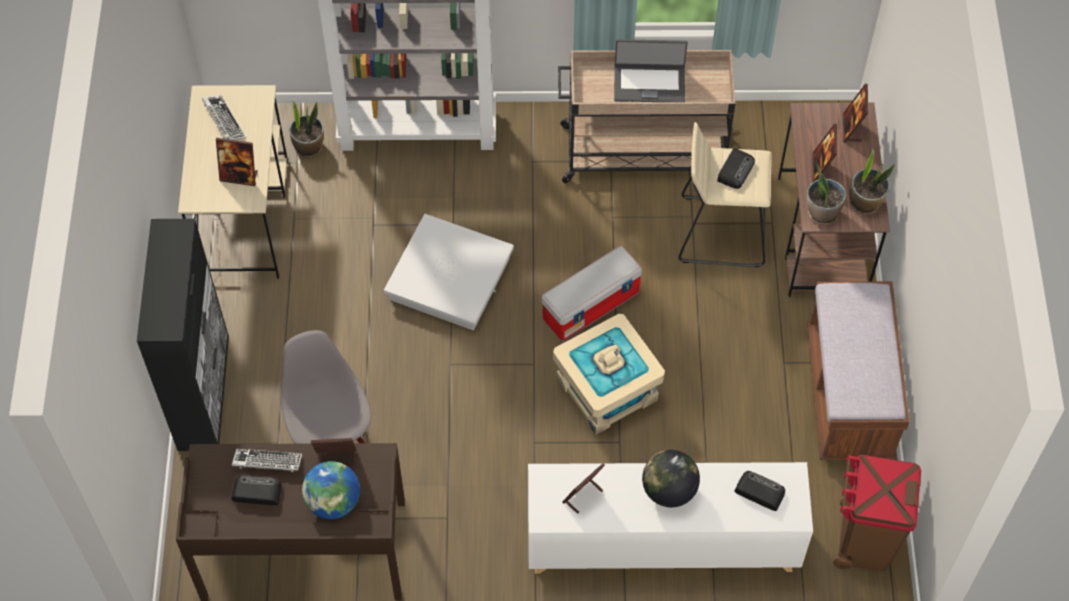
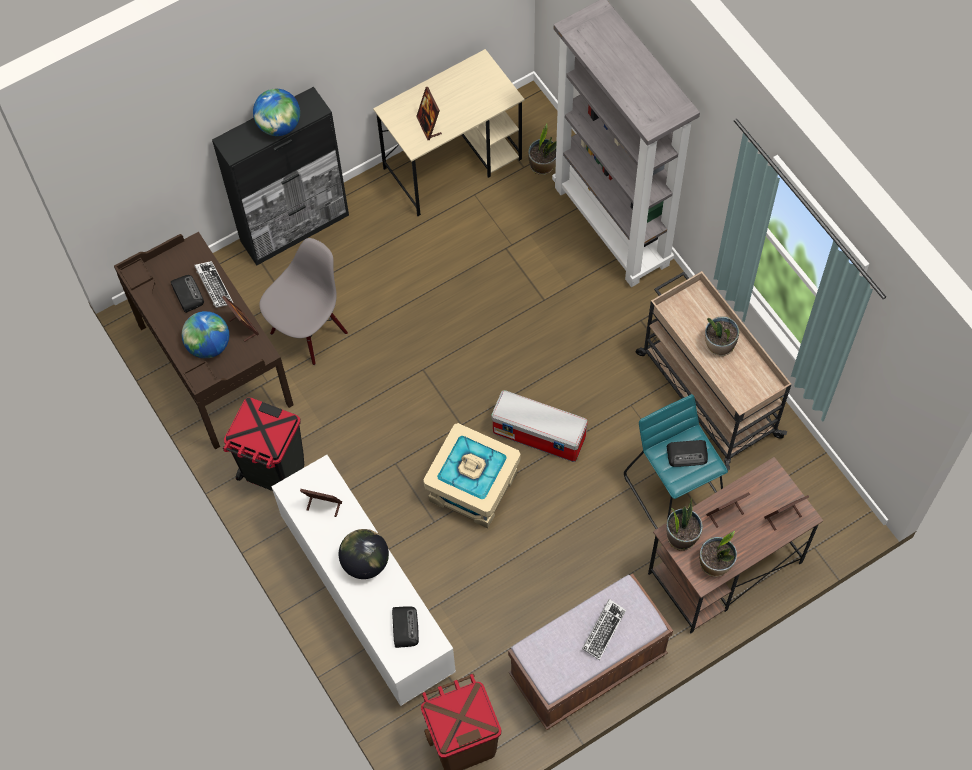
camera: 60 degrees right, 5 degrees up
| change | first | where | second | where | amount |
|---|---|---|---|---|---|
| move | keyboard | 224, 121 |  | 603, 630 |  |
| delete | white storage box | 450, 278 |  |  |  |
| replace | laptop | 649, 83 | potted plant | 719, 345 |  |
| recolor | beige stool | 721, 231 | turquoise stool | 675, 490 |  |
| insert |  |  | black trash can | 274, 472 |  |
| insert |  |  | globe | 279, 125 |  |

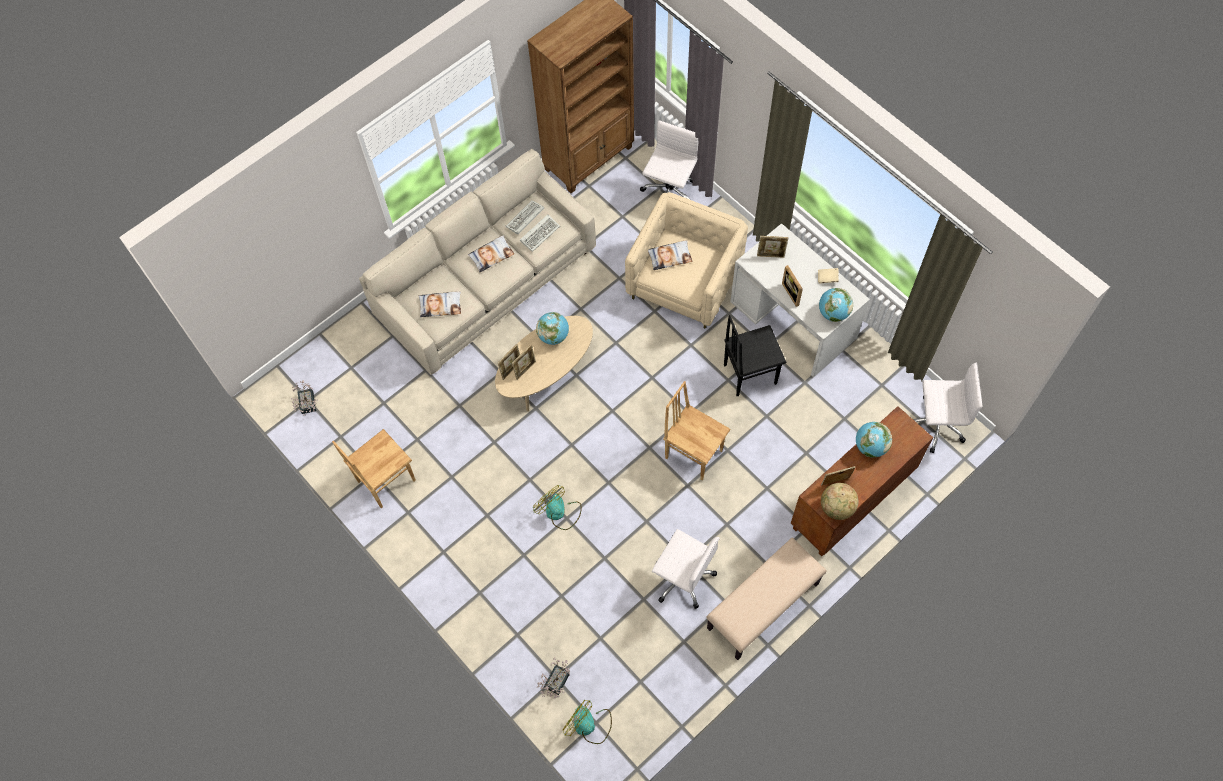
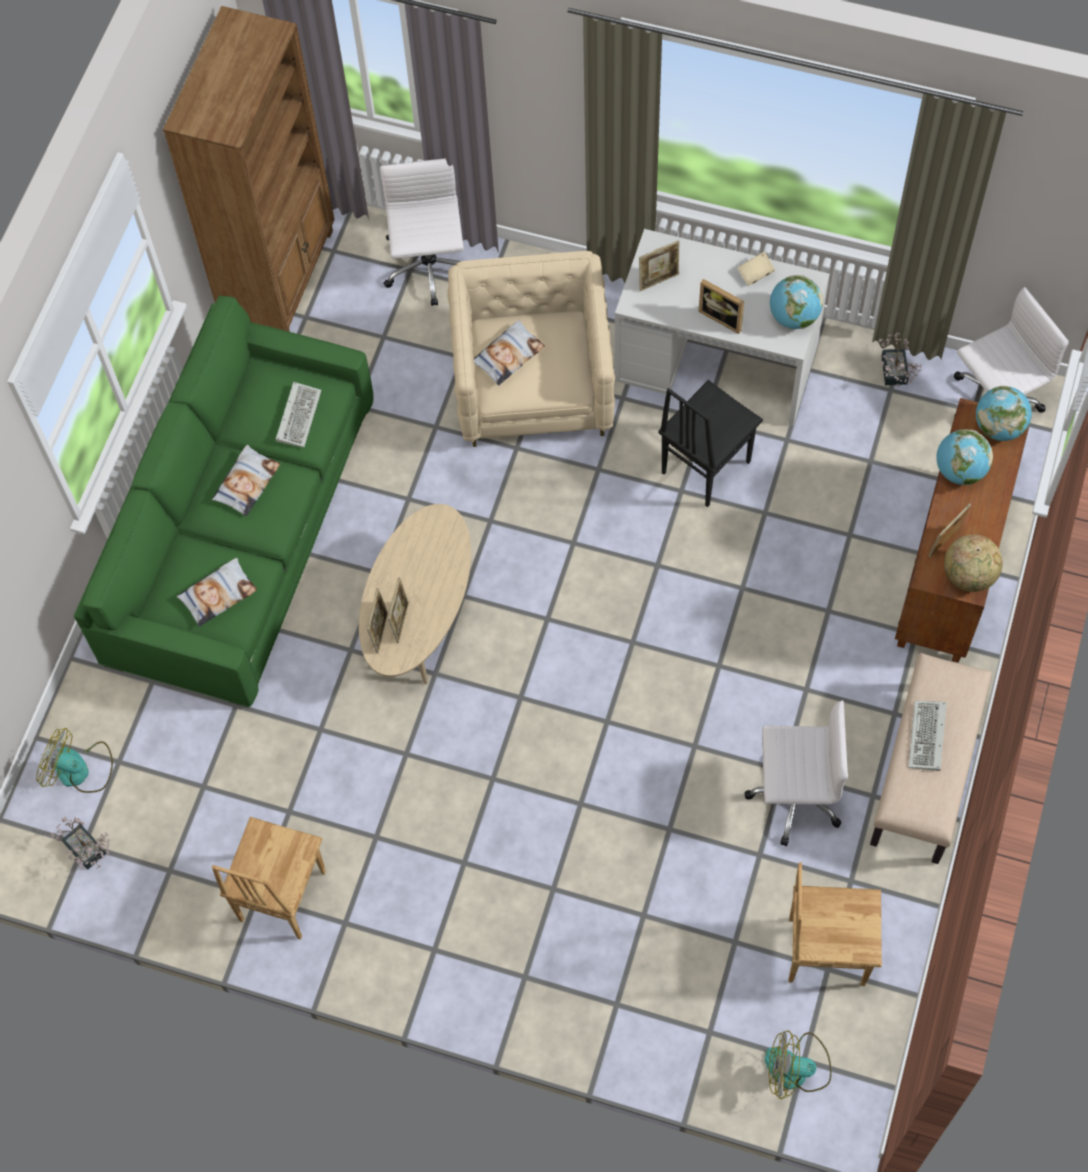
camera: 30 degrees left, 0 degrees up
| change | first | where | second | where | amount |
|---|---|---|---|---|---|
| recolor | beige sofa | 486, 280 | green sofa | 241, 529 |  |
| move | keyboard | 525, 219 |  | 928, 738 |  |
| move | fan | 559, 512 |  | 80, 770 |  |
| move | globe | 553, 336 |  | 999, 427 |  |
| move | potted plant | 555, 683 |  | 894, 374 |  |
| move | brown chair | 693, 453 |  | 825, 950 |  |

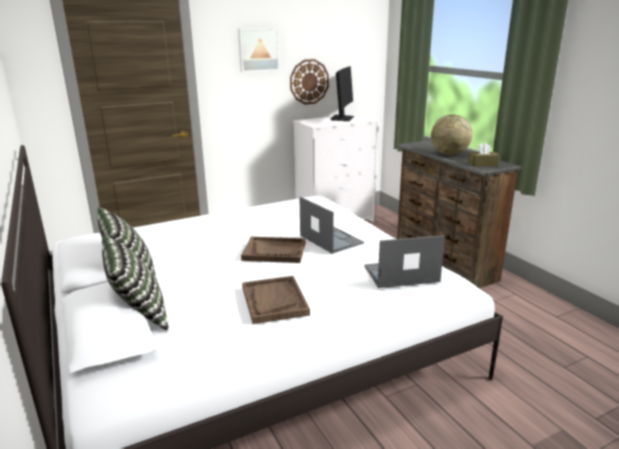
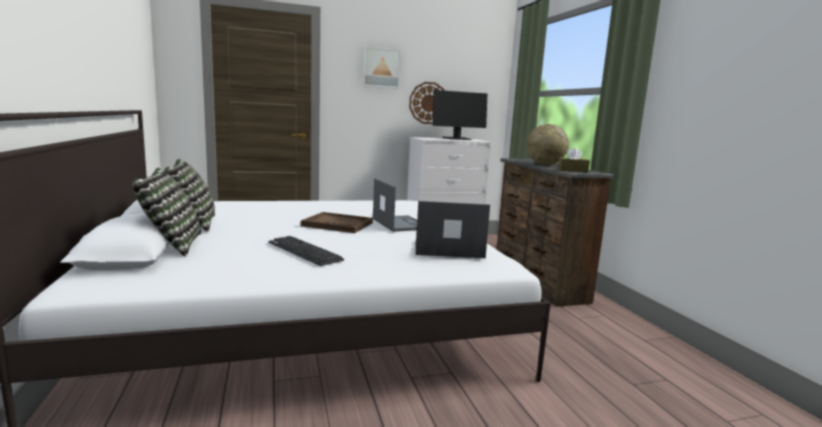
camera: 10 degrees right, 10 degrees down
| change | first | where | second | where | amount |
|---|---|---|---|---|---|
| replace | brown tray | 274, 301 | keyboard | 304, 251 |  |
| rotate | monitor | 342, 118 |  | 457, 139 | 45 degrees clockwise |

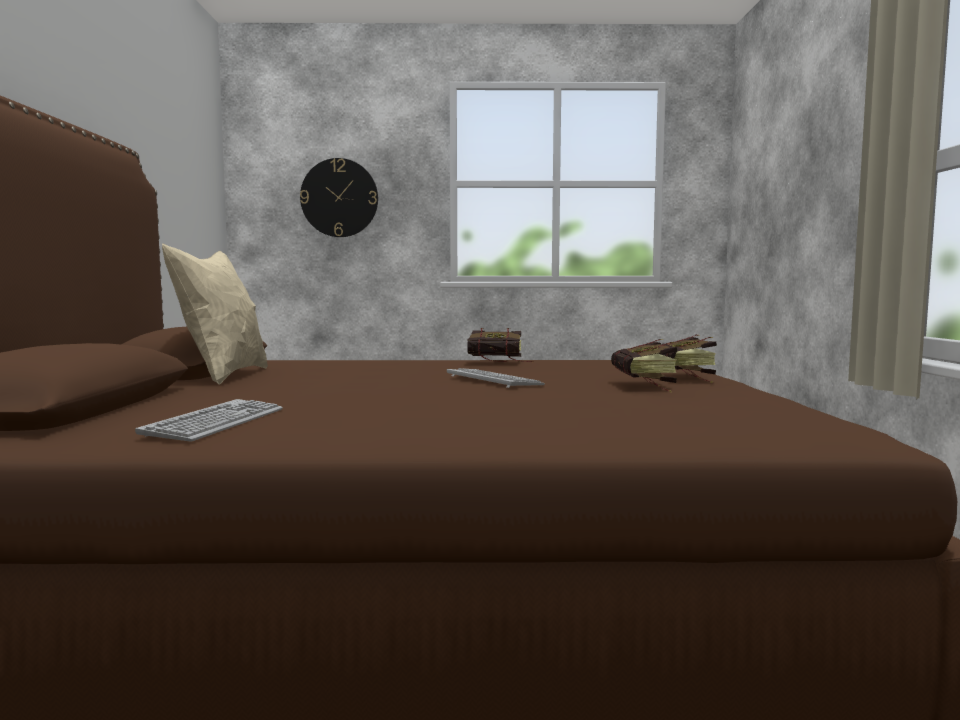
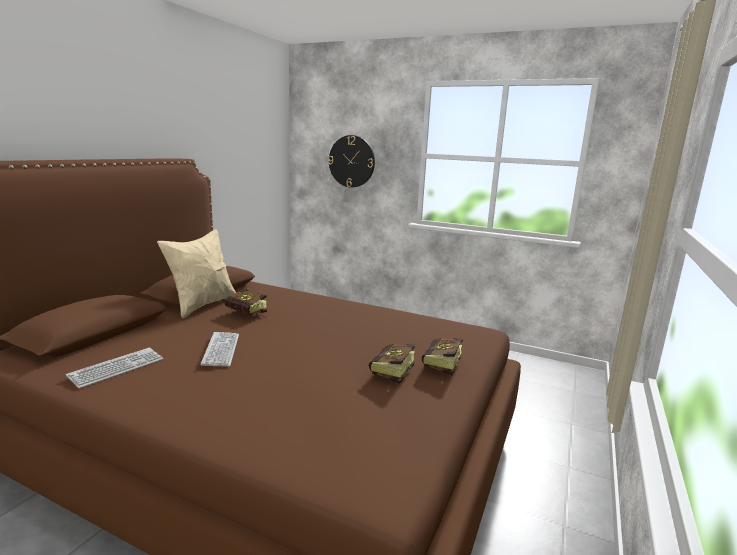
camera: 25 degrees right, 10 degrees up
| change | first | where | second | where | amount |
|---|---|---|---|---|---|
| move | keyboard | 493, 380 |  | 221, 350 |  |
| move | book | 501, 363 |  | 249, 315 |  |

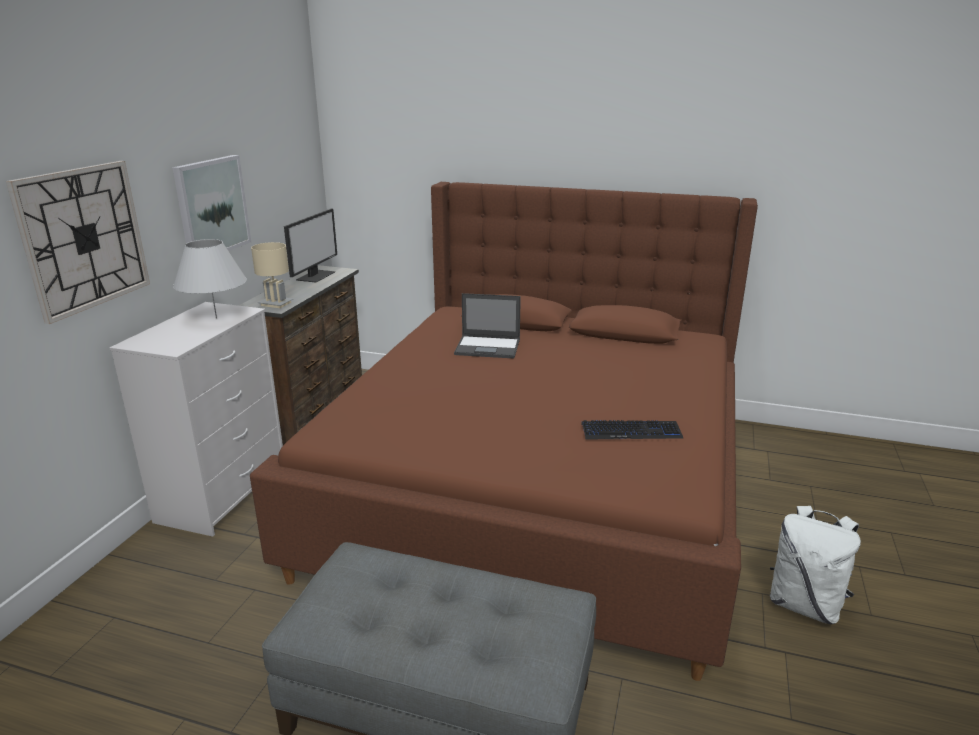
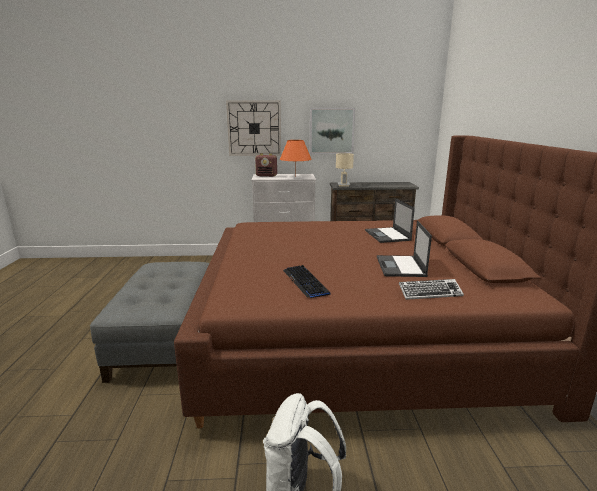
camera: 70 degrees right, 5 degrees down
| change | first | where | second | where | amount |
|---|---|---|---|---|---|
| recolor | white table lamp | 216, 318 | orange table lamp | 295, 176 |  |
| delete | monitor | 315, 276 |  |  |  |
| insert |  |  | radio | 266, 176 |  |
| insert |  |  | laptop | 401, 267 |  |
| insert |  |  | keyboard | 430, 293 |  |

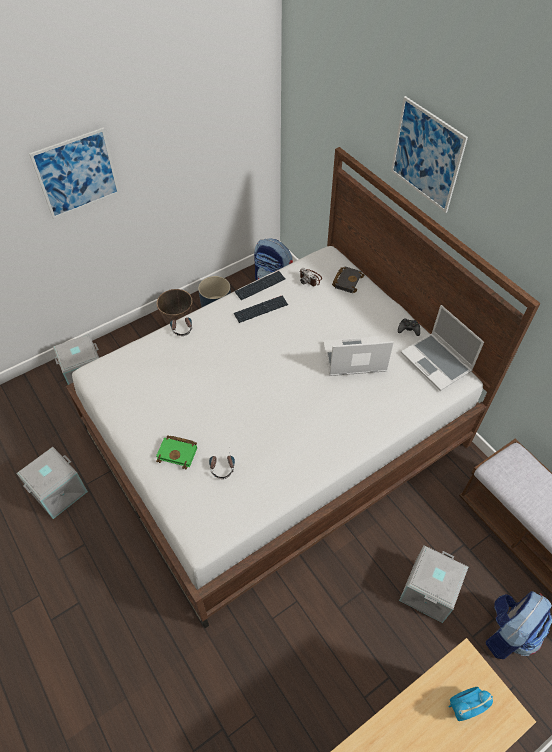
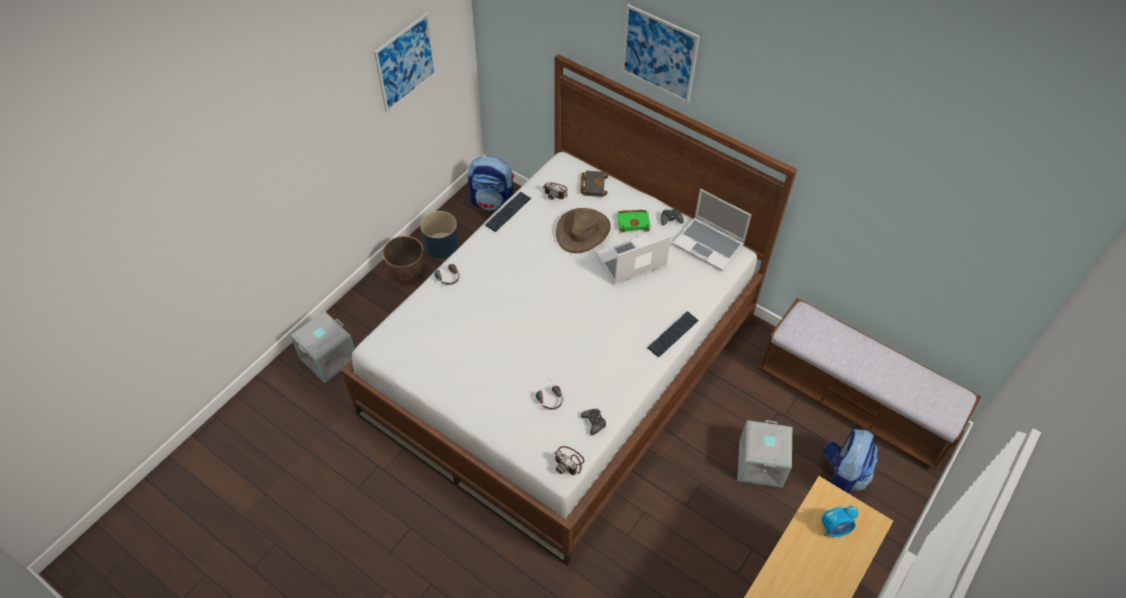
camera: 20 degrees left, 0 degrees up
| change | first | where | second | where | amount |
|---|---|---|---|---|---|
| delete | grey storage box | 58, 491 |  |  |  |
| move | picture | 77, 174 |  | 405, 62 |  |
| move | green book | 178, 452 |  | 634, 222 |  |
| move | keyboard | 261, 310 |  | 673, 334 |  |
| rotate | alarm clock | 463, 706 |  | 835, 528 | 150 degrees counterclockwise |
| insert |  |  | photo camera | 569, 461 |  |
| insert |  |  | brown hat | 582, 231 |  |
| insert |  |  | black game controller | 594, 422 |  |

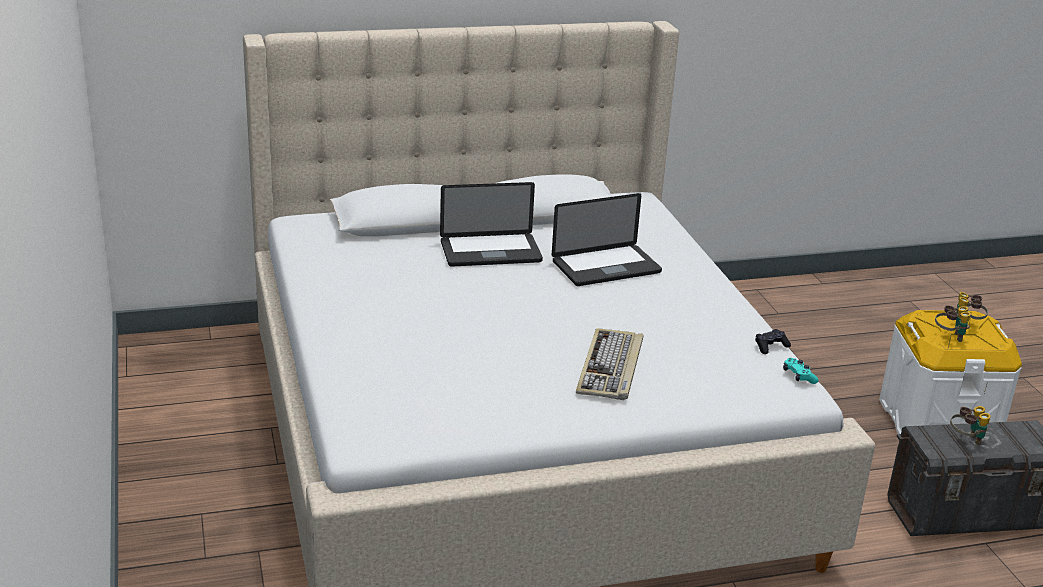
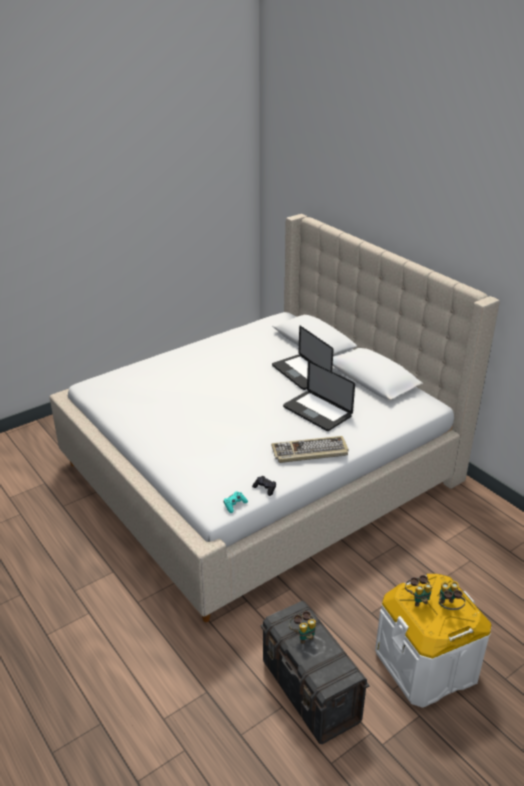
camera: 70 degrees right, 5 degrees up
| change | first | where | second | where | amount |
|---|---|---|---|---|---|
| move | keyboard | 611, 368 |  | 309, 452 |  |

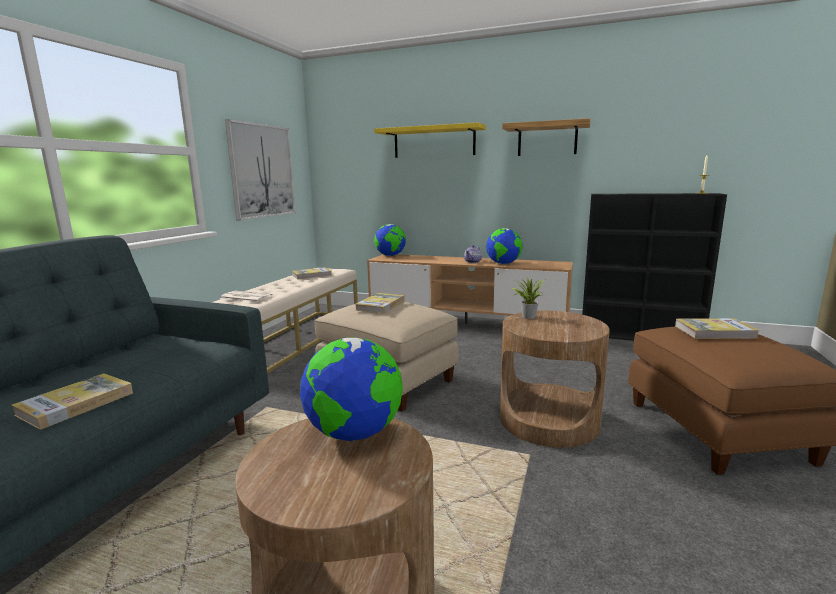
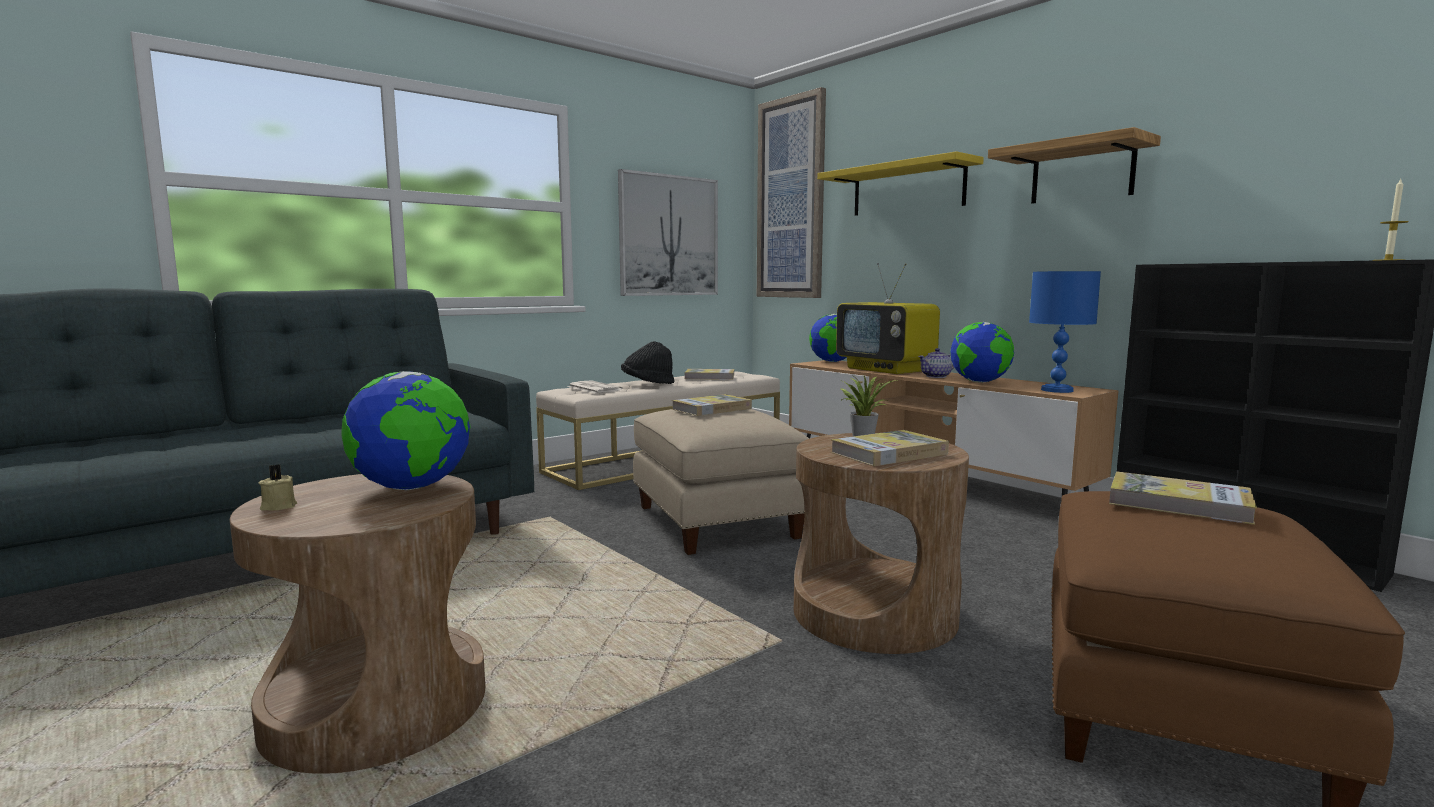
camera: 30 degrees right, 5 degrees down
| change | first | where | second | where | amount |
|---|---|---|---|---|---|
| move | book | 76, 404 |  | 889, 453 |  |
| insert |  |  | beige candle | 278, 506 |  |
| insert |  |  | black hat | 647, 384 |  |
| insert |  |  | picture | 791, 199 |  |
| insert |  |  | television | 886, 369 |  |
| insert |  |  | blue table lamp | 1057, 390 |  |

